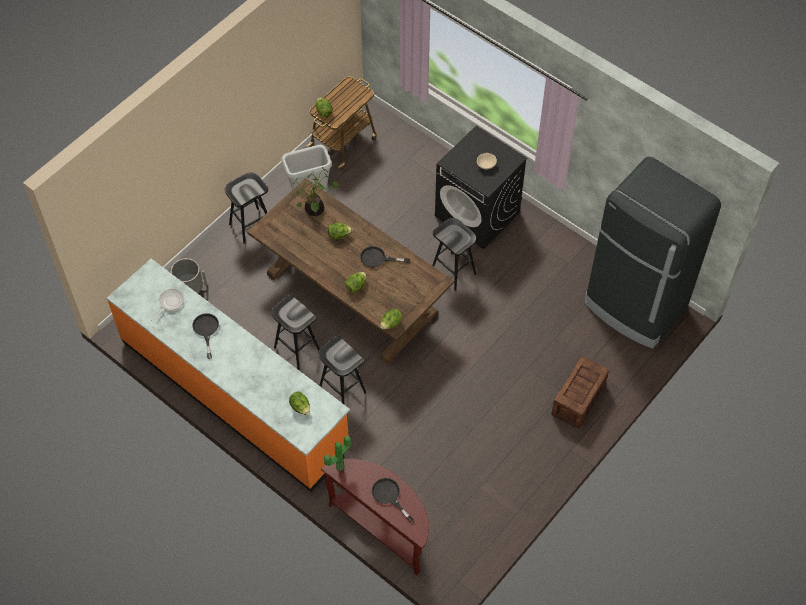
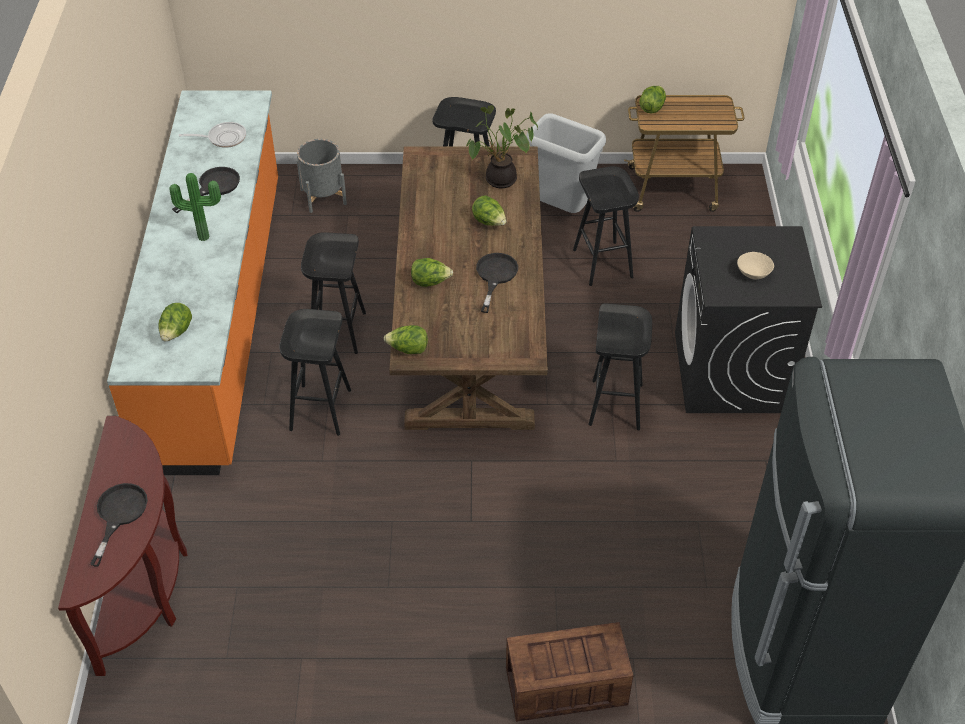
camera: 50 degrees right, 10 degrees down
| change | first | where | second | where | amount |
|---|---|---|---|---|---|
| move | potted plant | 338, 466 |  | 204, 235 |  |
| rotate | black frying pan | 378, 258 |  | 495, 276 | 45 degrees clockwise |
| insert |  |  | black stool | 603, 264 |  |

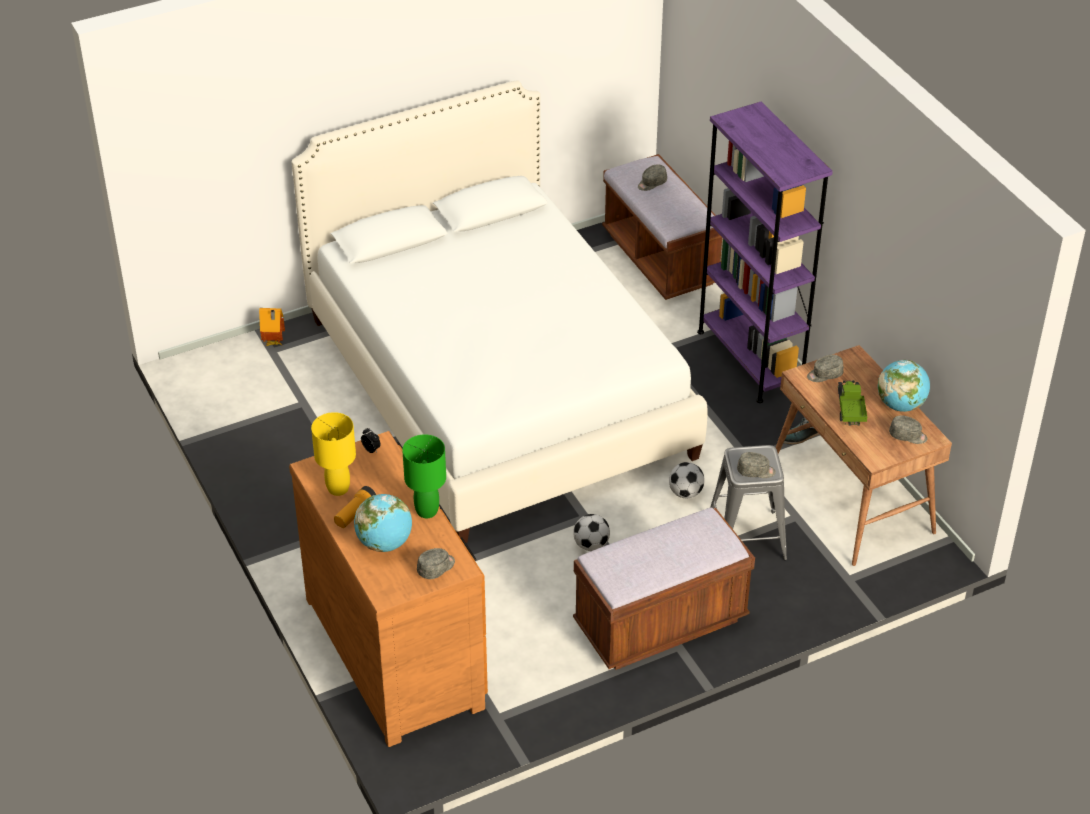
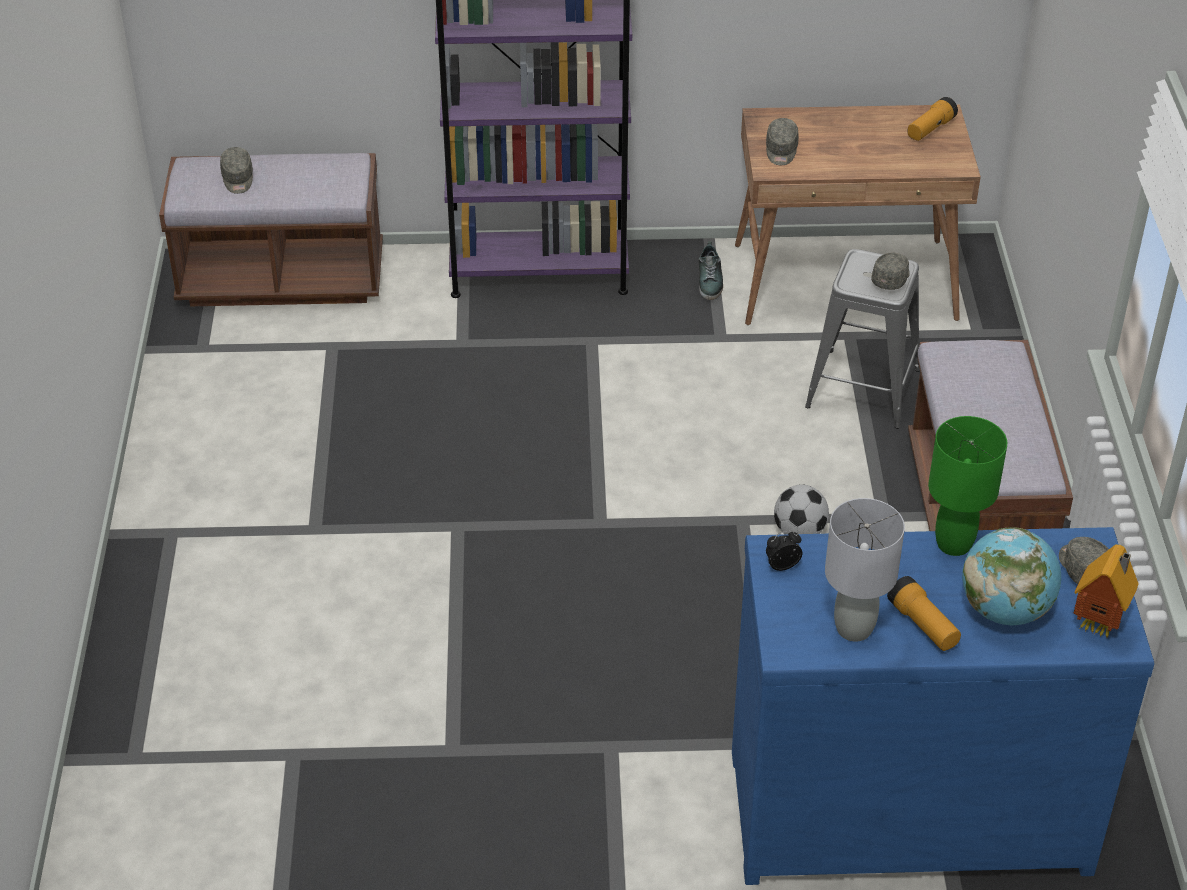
camera: 65 degrees left, 0 degrees up
| change | first | where | second | where | amount |
|---|---|---|---|---|---|
| move | toy house | 274, 343 |  | 1100, 625 |  |
| recolor | brown dresser | 397, 650 | blue dresser | 905, 805 |  |
| delete | white bed | 498, 385 |  |  |  |
| recolor | yellow table lamp | 338, 488 | grey table lamp | 853, 628 |  |
| delete | football | 685, 493 |  |  |  |
| delete | toy truck | 850, 410 |  |  |  |
| delete | globe | 900, 405 |  |  |  |
| replace | grey cap | 908, 436 | flashlight | 930, 129 |  |

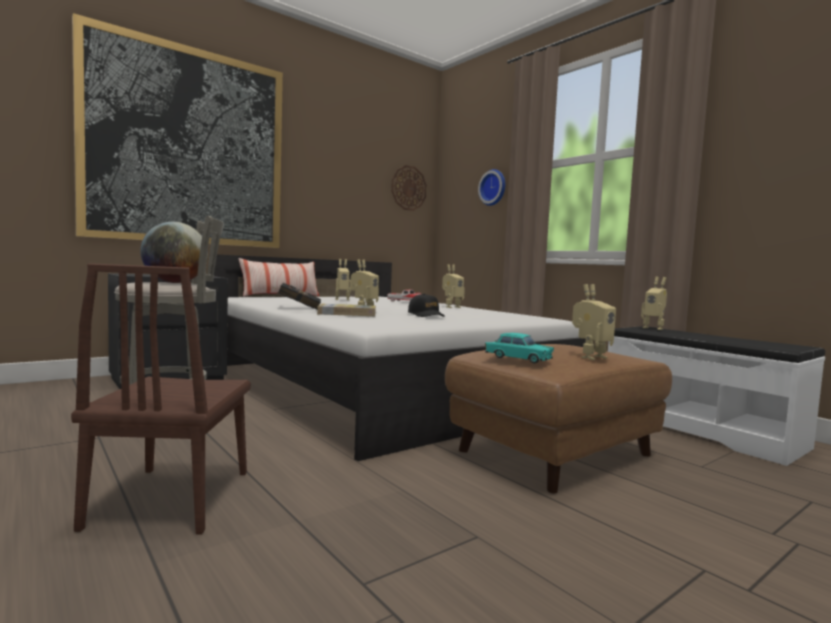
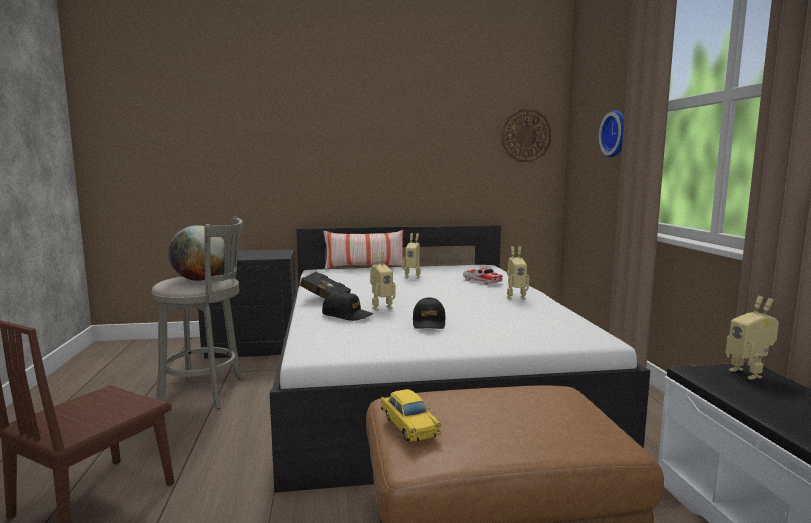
camera: 30 degrees right, 5 degrees up
| change | first | where | second | where | amount |
|---|---|---|---|---|---|
| delete | picture | 187, 147 |  |  |  |
| replace | book | 347, 313 | black cap | 347, 315 |  |
| recolor | turquoise toy car | 518, 358 | yellow toy car | 409, 425 |  |
| delete | toy robot | 590, 357 |  |  |  |

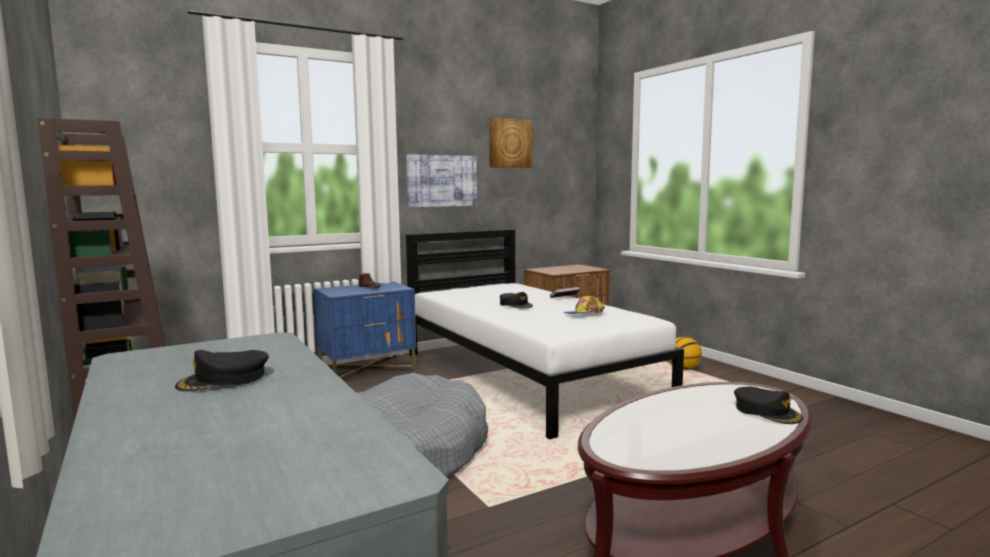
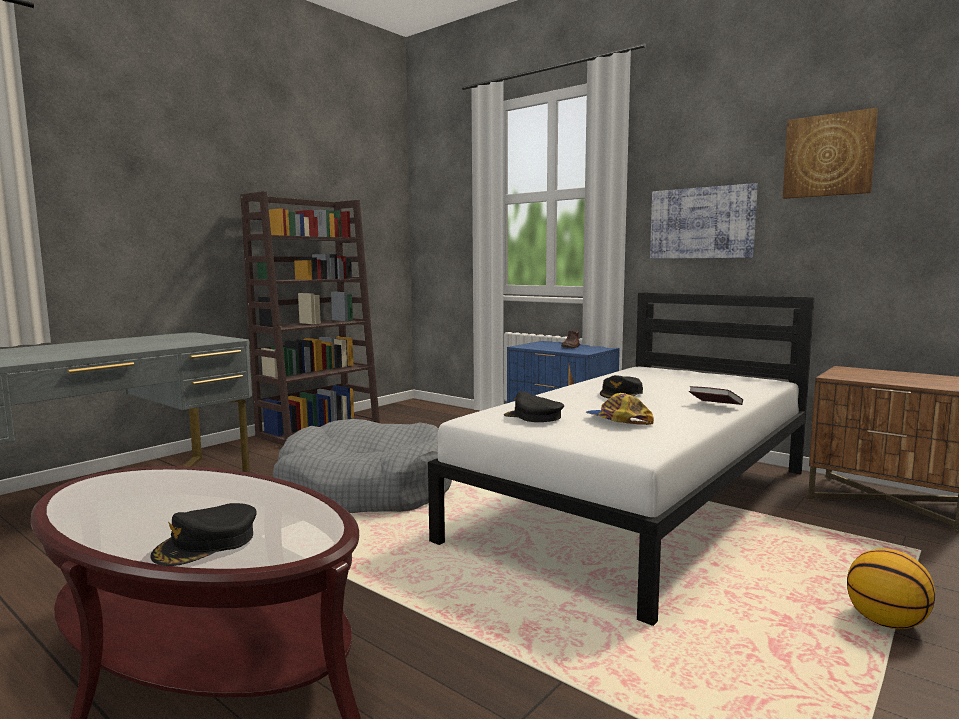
camera: 70 degrees right, 0 degrees up
| change | first | where | second | where | amount |
|---|---|---|---|---|---|
| move | black cap | 224, 380 |  | 533, 417 |  |

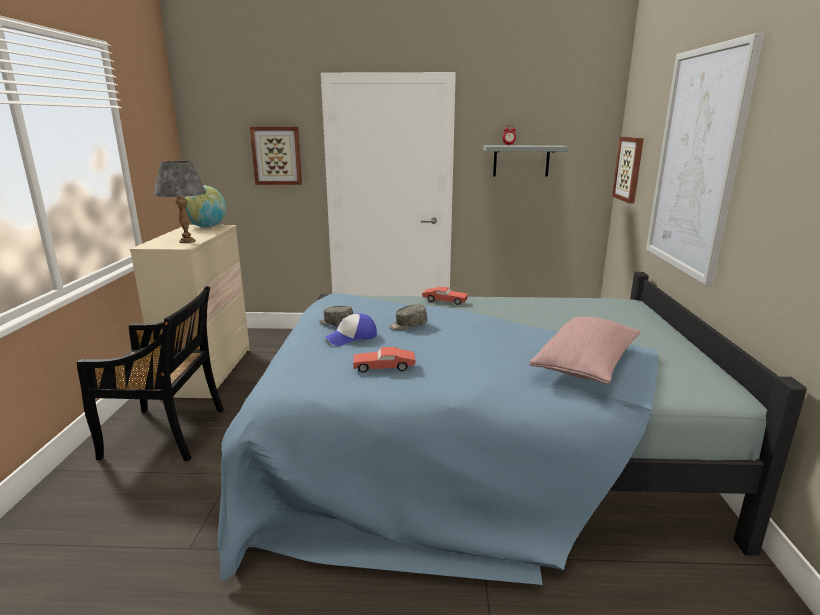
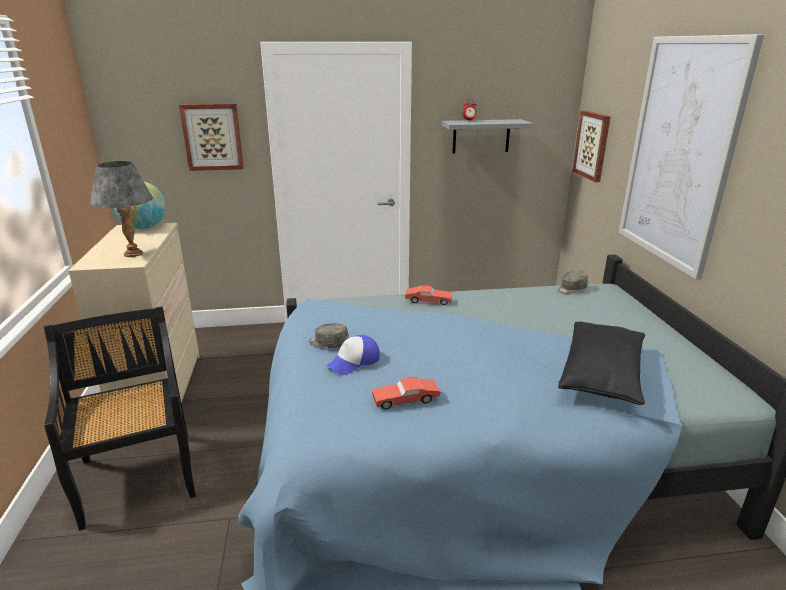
camera: 10 degrees left, 5 degrees up
| change | first | where | second | where | amount |
|---|---|---|---|---|---|
| rotate | black chair | 167, 433 |  | 138, 476 | 105 degrees counterclockwise |
| move | grey cap | 408, 325 |  | 571, 289 |  |
| recolor | pink pillow | 586, 365 | black pillow | 601, 376 |  |

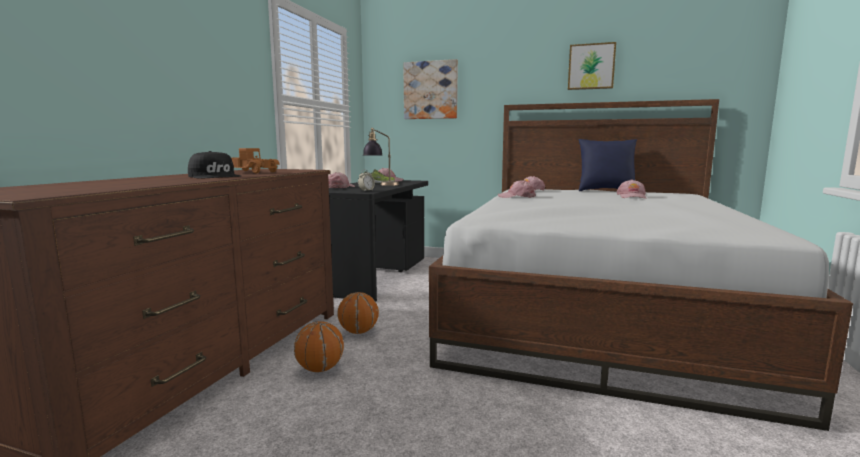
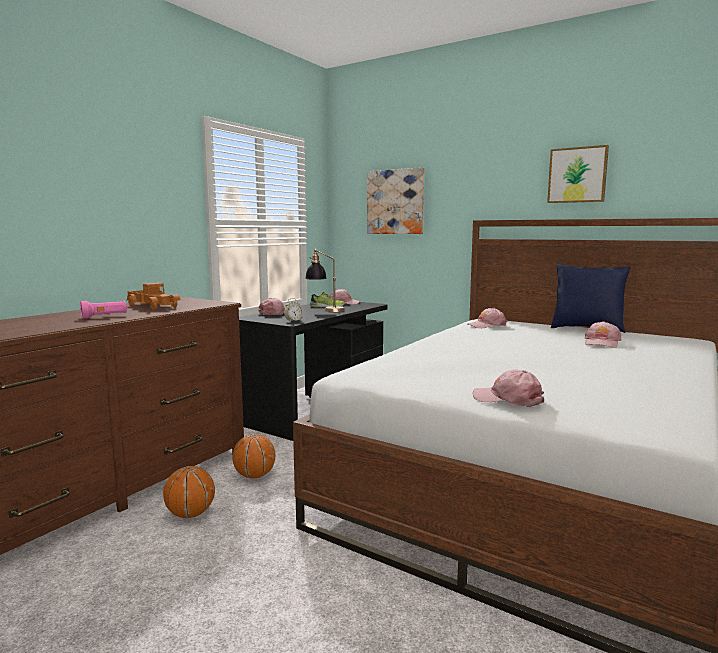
camera: 15 degrees right, 0 degrees up
| change | first | where | second | where | amount |
|---|---|---|---|---|---|
| replace | black cap | 215, 176 | pink flashlight | 105, 316 |  |
| move | pink cap | 516, 197 |  | 508, 399 |  |

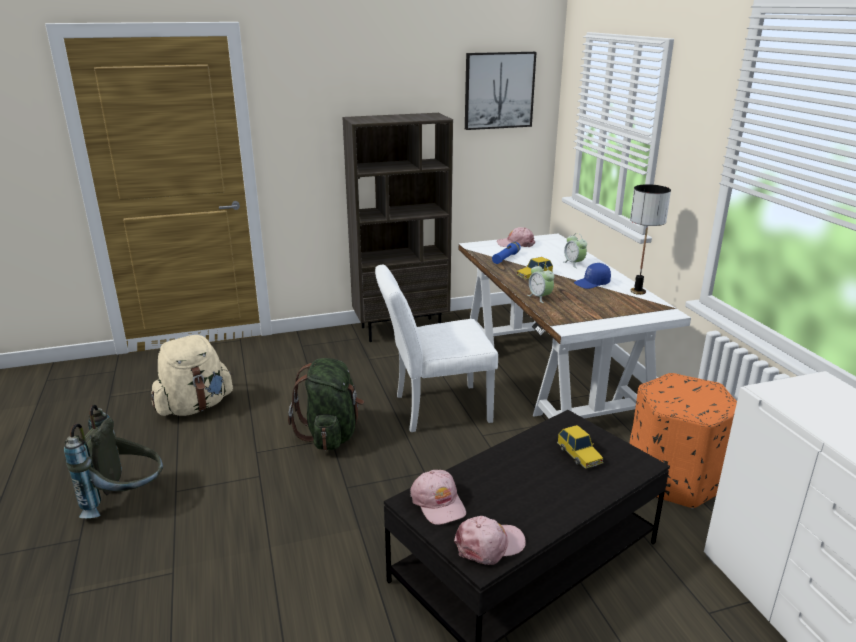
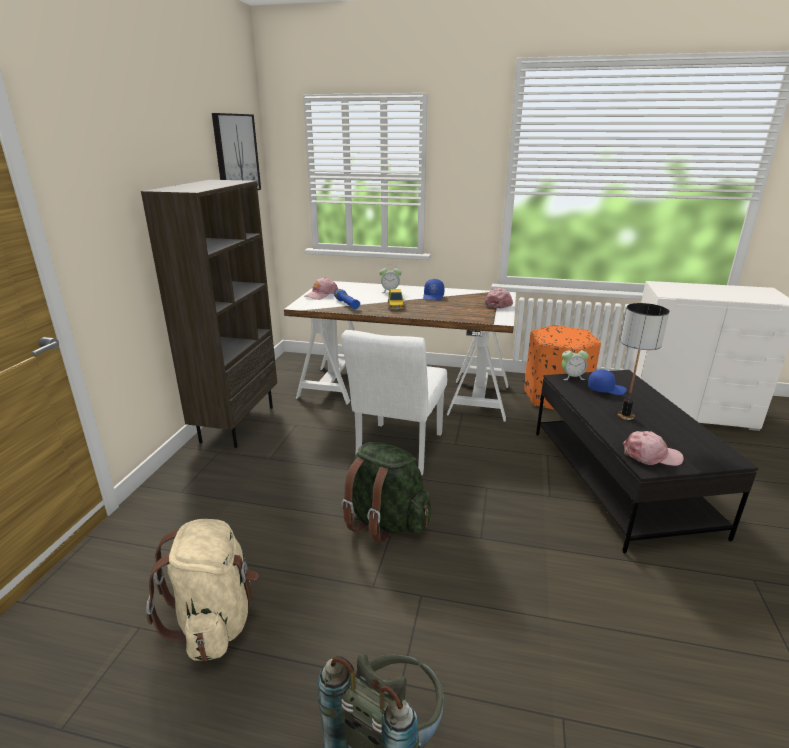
camera: 60 degrees left, 0 degrees up
| change | first | where | second | where | amount |
|---|---|---|---|---|---|
| move | pink cap | 489, 545 |  | 497, 303 |  |
| move | alarm clock | 540, 297 |  | 572, 377 |  |
| replace | toy car | 579, 455 | blue cap | 606, 389 |  |
| move | table lamp | 638, 291 |  | 625, 415 |  |

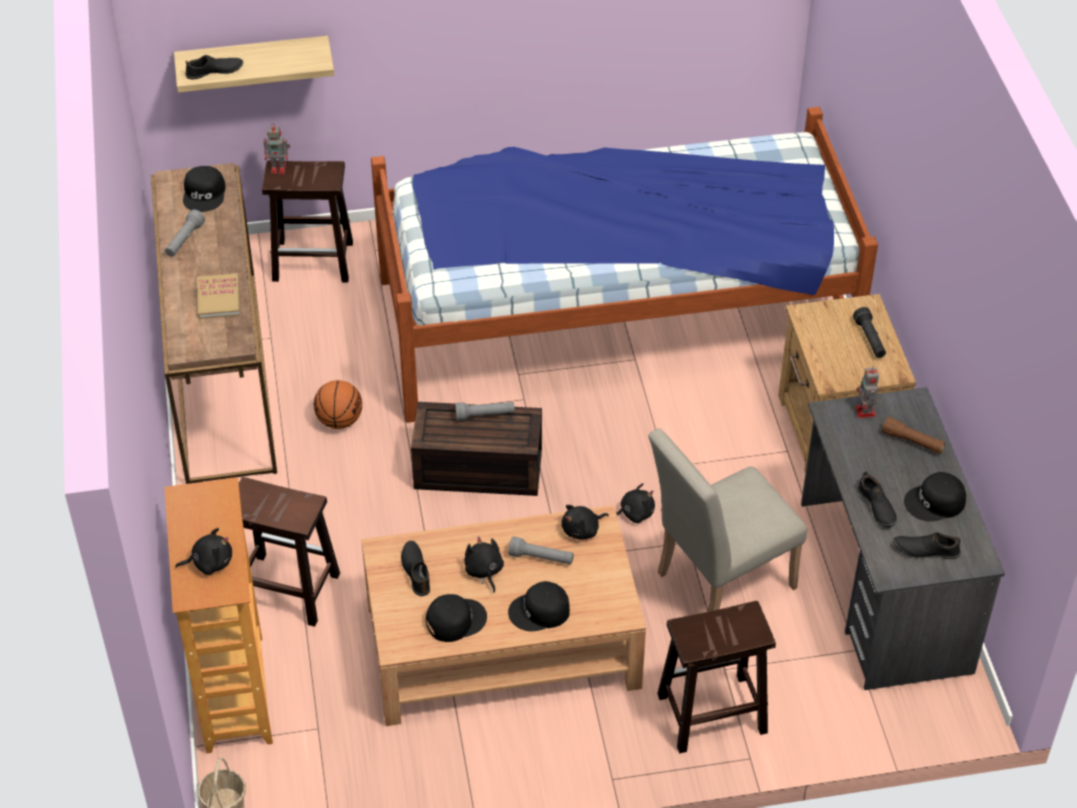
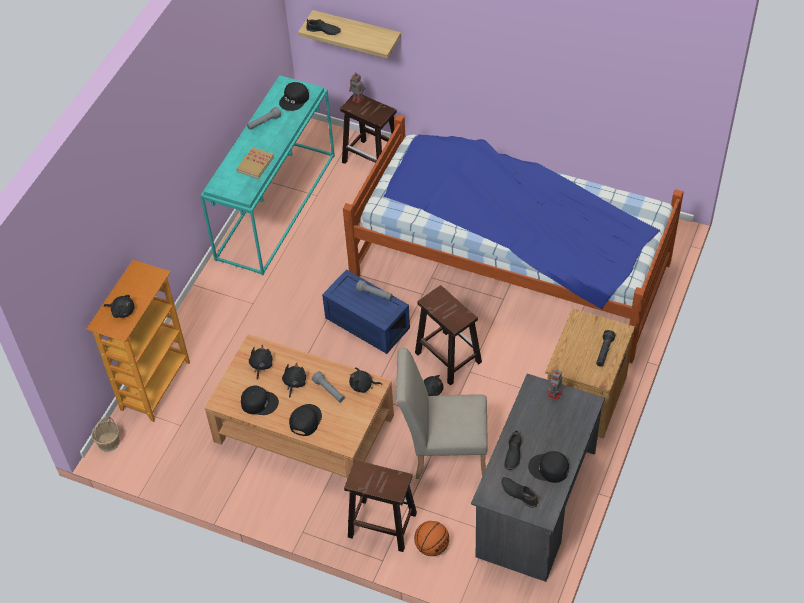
camera: 35 degrees right, 5 degrees up
| change | first | where | second | where | amount |
|---|---|---|---|---|---|
| recolor | brown console table | 220, 375 | turquoise console table | 275, 205 |  |
| move | brown stool | 285, 589 |  | 447, 357 |  |
| move | basketball | 339, 420 |  | 432, 546 |  |
| replace | black shoe | 416, 571 | black plush toy | 261, 365 |  |
| recolor | brown storage box | 476, 470 | blue storage box | 365, 323 |  |
| rotate | black cap | 540, 612 |  | 305, 420 | 90 degrees clockwise |
| delete | brown flashlight | 912, 441 |  |  |  |

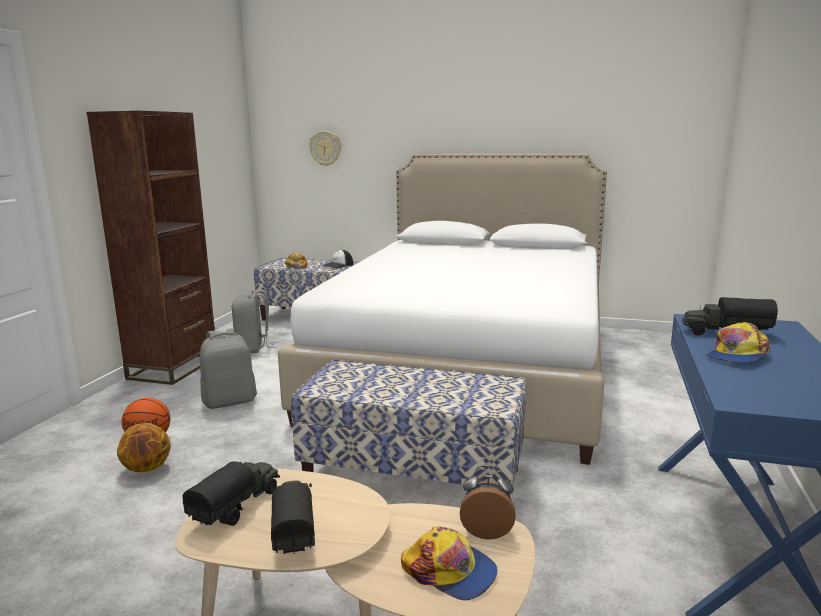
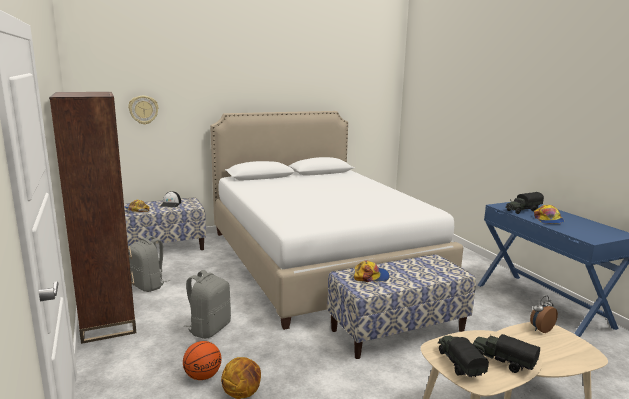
camera: 40 degrees left, 0 degrees up
| change | first | where | second | where | amount |
|---|---|---|---|---|---|
| move | cap | 450, 571 |  | 371, 276 |  |

